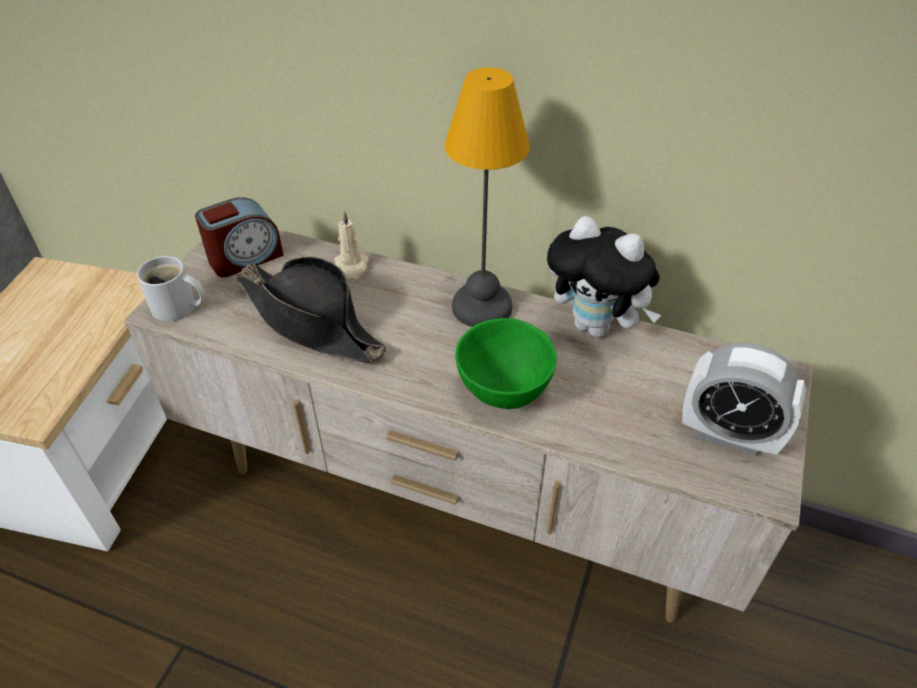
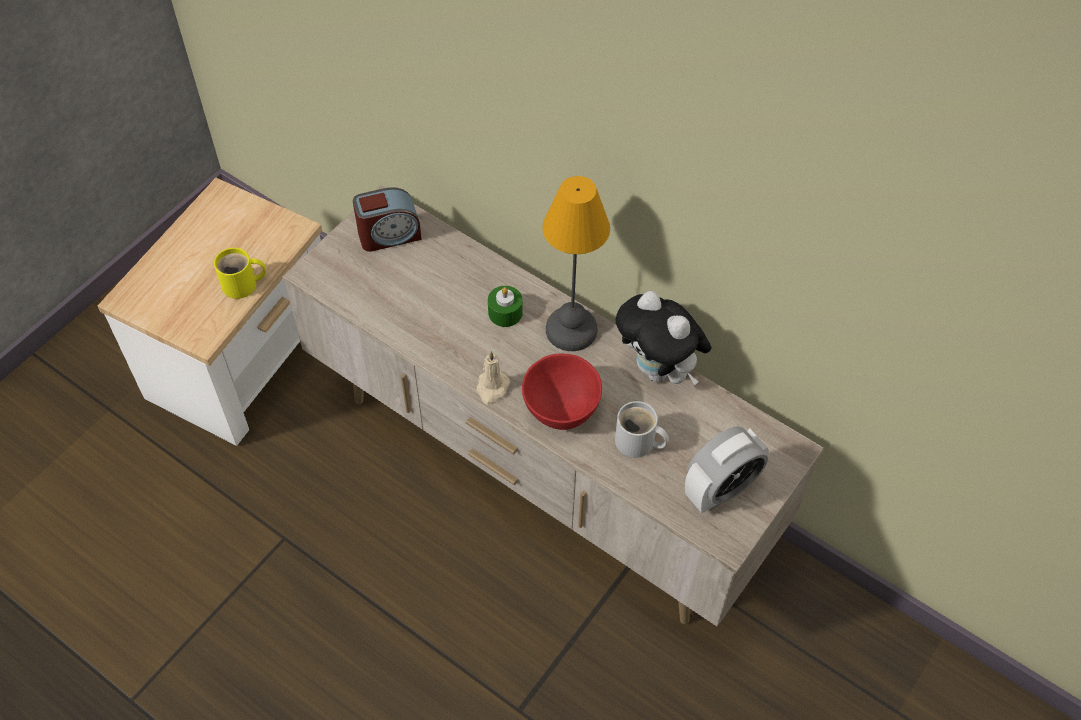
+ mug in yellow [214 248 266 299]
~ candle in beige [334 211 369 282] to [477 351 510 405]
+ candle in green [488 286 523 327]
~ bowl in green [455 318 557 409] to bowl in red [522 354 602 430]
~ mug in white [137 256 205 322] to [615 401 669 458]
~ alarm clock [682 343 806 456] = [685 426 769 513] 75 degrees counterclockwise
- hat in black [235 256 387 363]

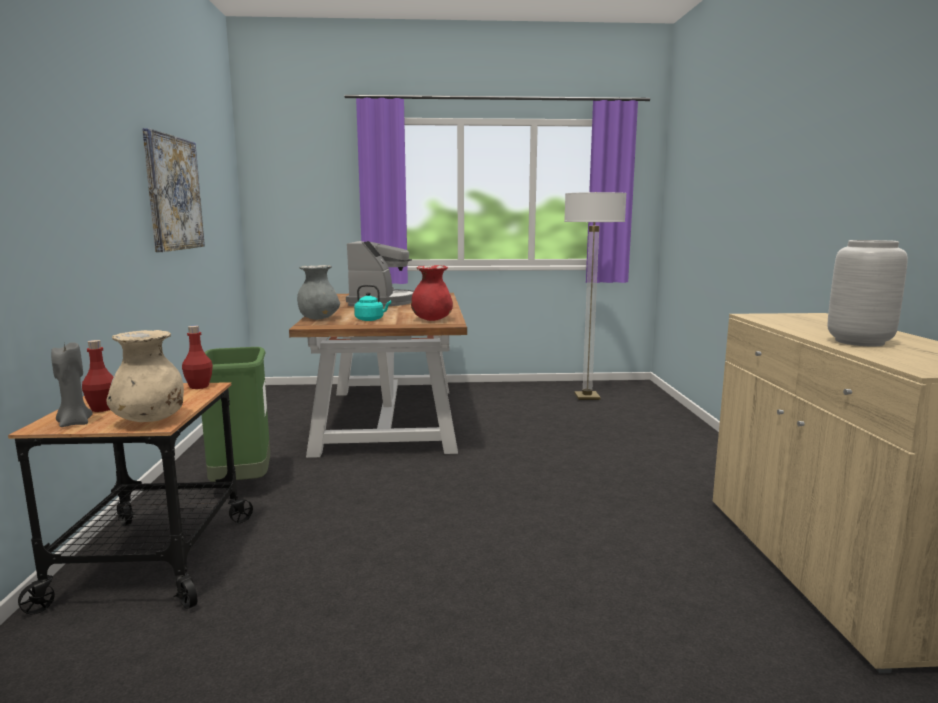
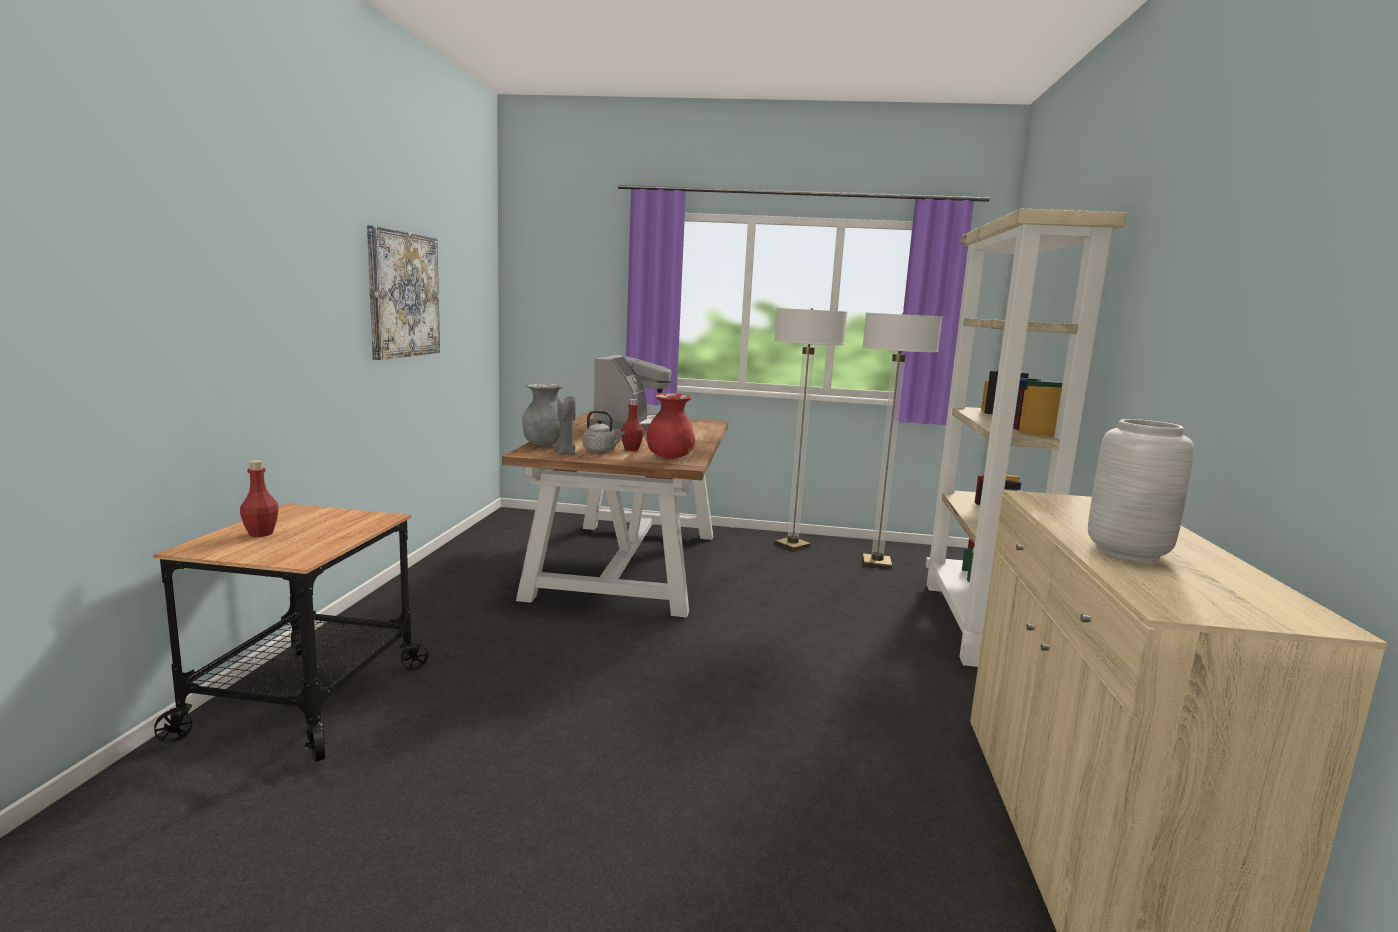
~ candle in grey [51 342 93 427] to [554 396 576 455]
~ kettle in turquoise [354 284 391 321] to kettle in grey [583 410 625 453]
~ bottle in red [182 326 213 389] to [621 399 644 451]
+ floor lamp [774 308 847 550]
+ bookcase in beige [926 209 1127 667]
- vase in beige [106 330 184 422]
- trash can in green [202 347 270 482]

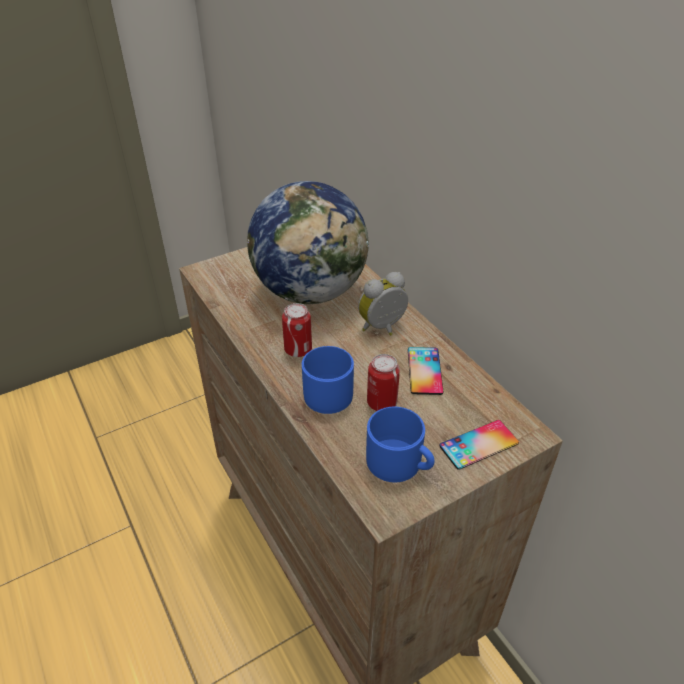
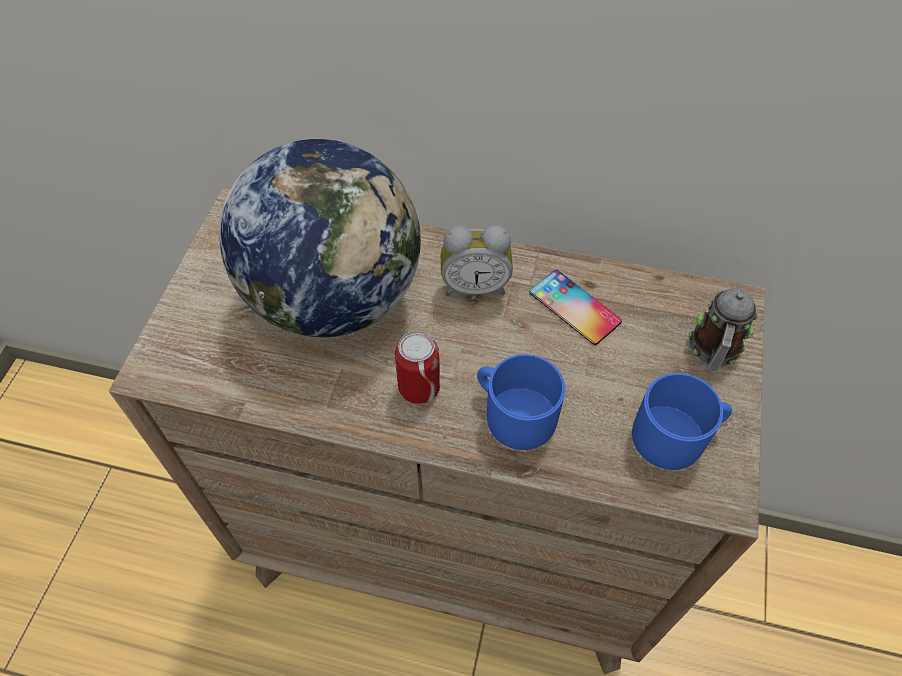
~ alarm clock [358 272 408 336] = [441 225 513 296] 105 degrees counterclockwise
~ phone [439 420 519 470] to mug [688 289 758 372]
- can [367 354 400 411]

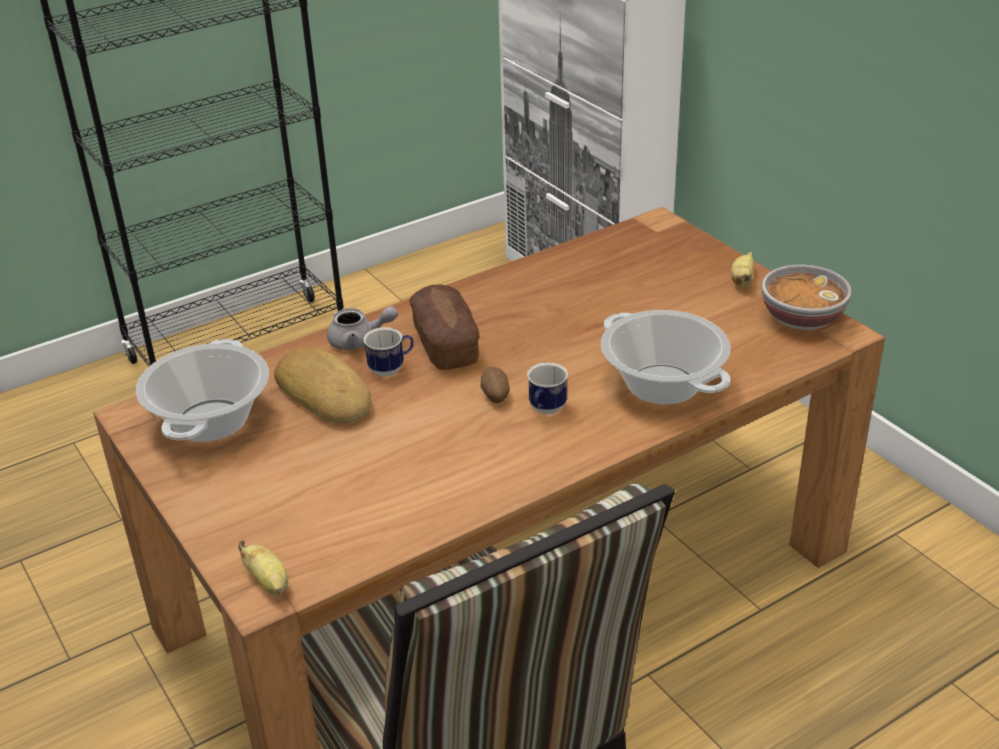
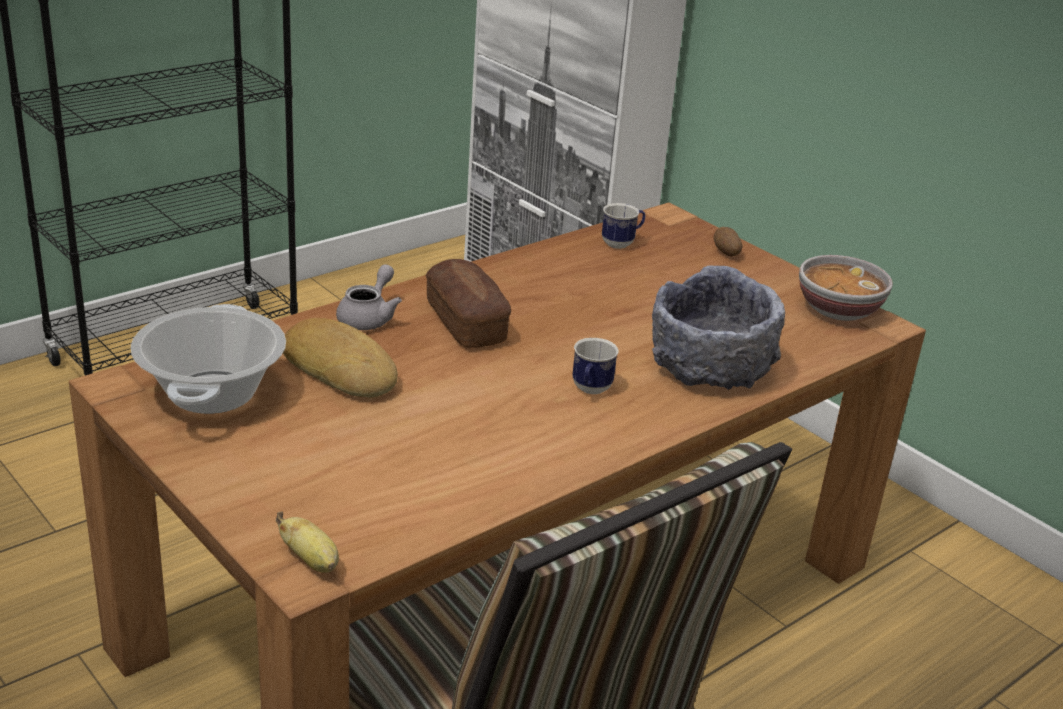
~ teapot in grey [327 306 398 350] = [336 264 402 330] 60 degrees counterclockwise
~ mug [363 327 413 377] to [602 203 646 249]
~ cooking pot [601 310 731 404] to bowl in grey [652 266 785 390]
~ potato [480 367 510 403] to [714 227 743 257]
- banana [731 252 754 287]

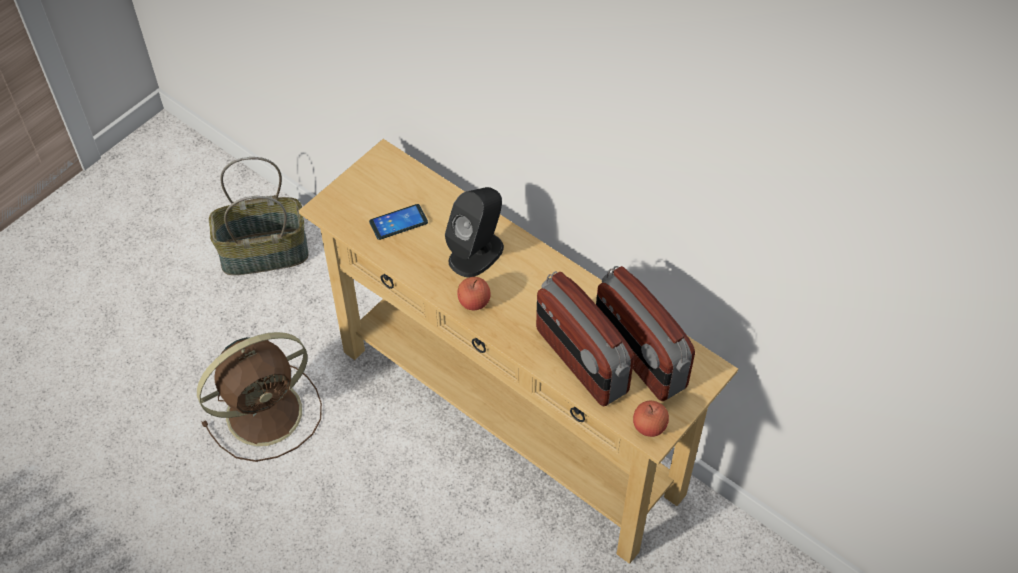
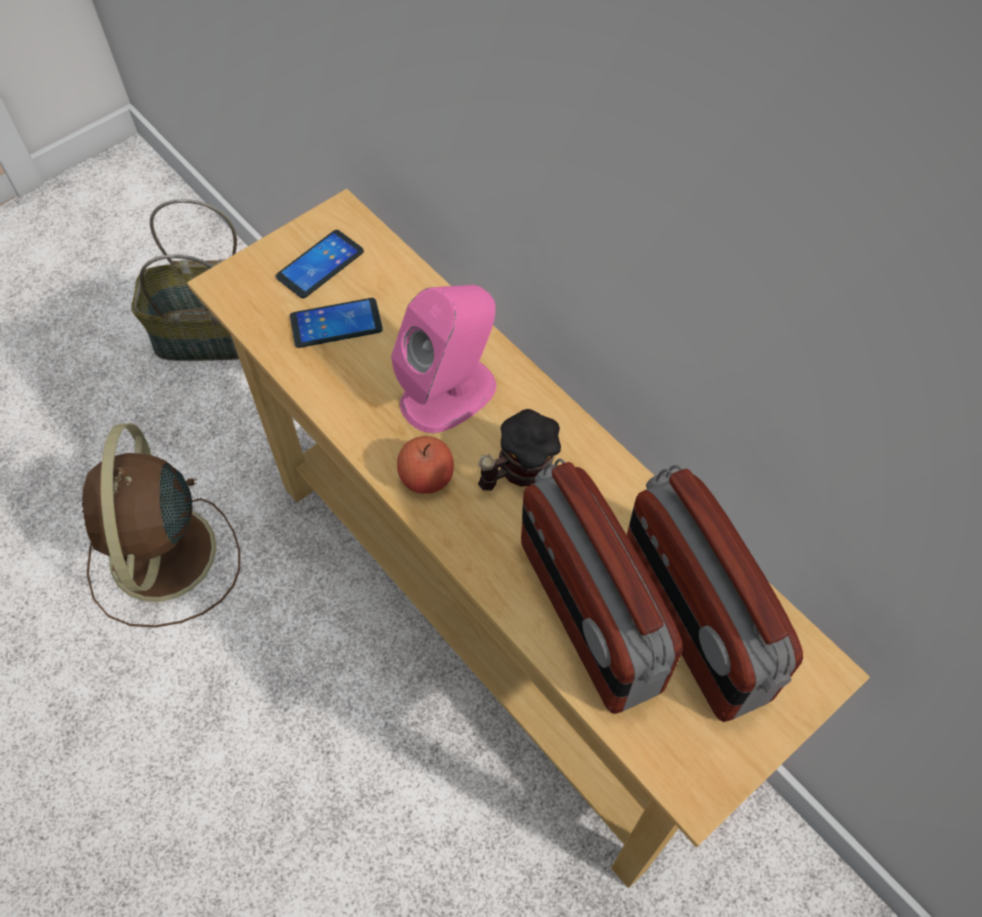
~ fan in brown [197 332 322 462] = [82 423 240 627] 105 degrees clockwise
+ phone [276 230 364 298]
~ speaker in black [445 187 504 277] to speaker in pink [391 285 496 433]
+ mug [478 409 561 490]
- apple [633 401 669 437]

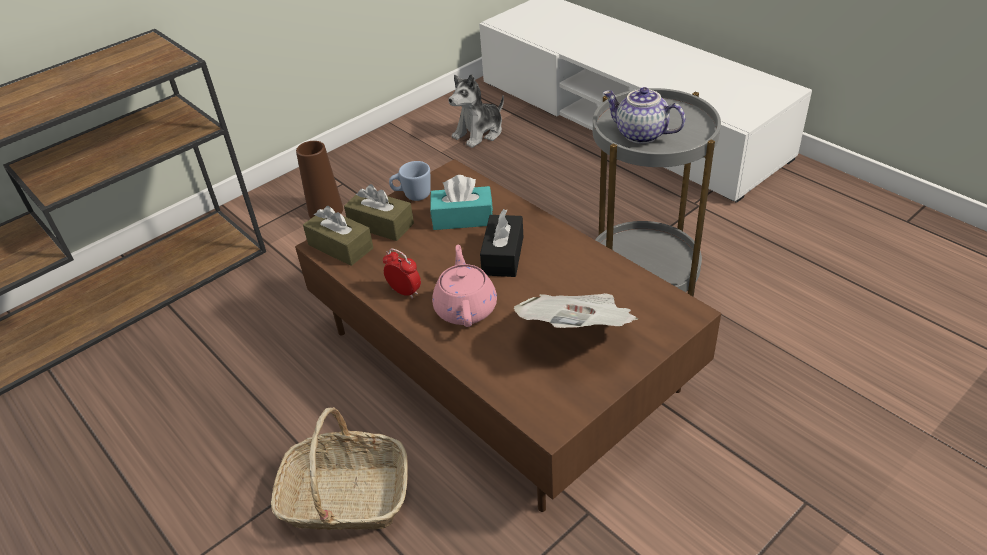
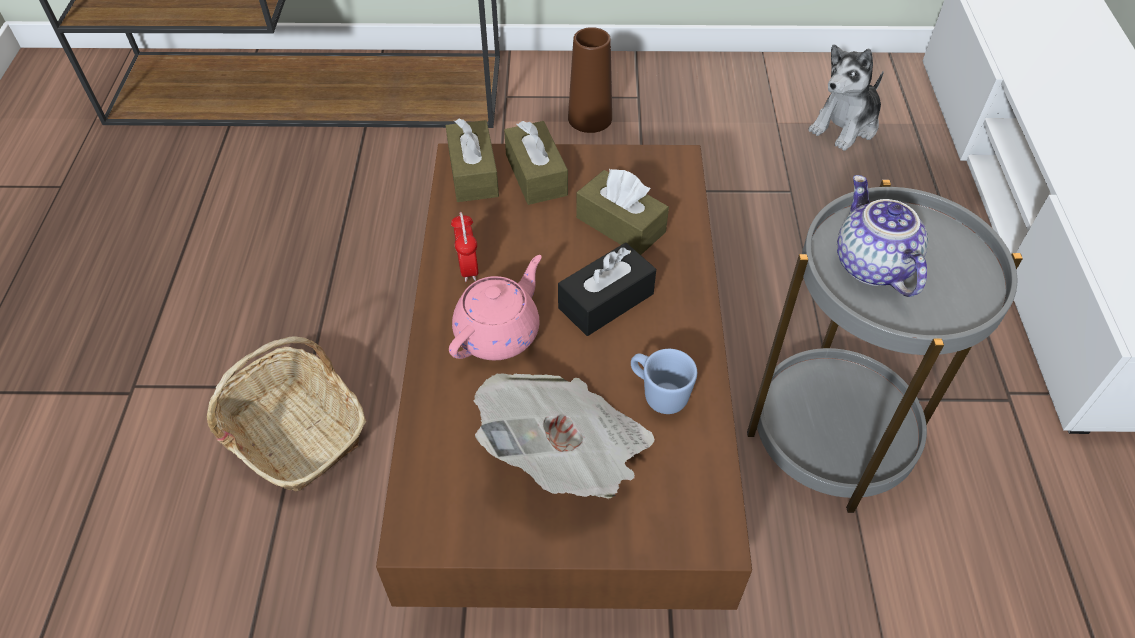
~ tissue box in turquoise [430 175 493 230] to tissue box in brown [576 169 669 255]
~ mug in blue [389 161 431 201] to [631 349 697 414]
~ plush toy [448 74 504 148] = [808 45 884 151] 45 degrees counterclockwise

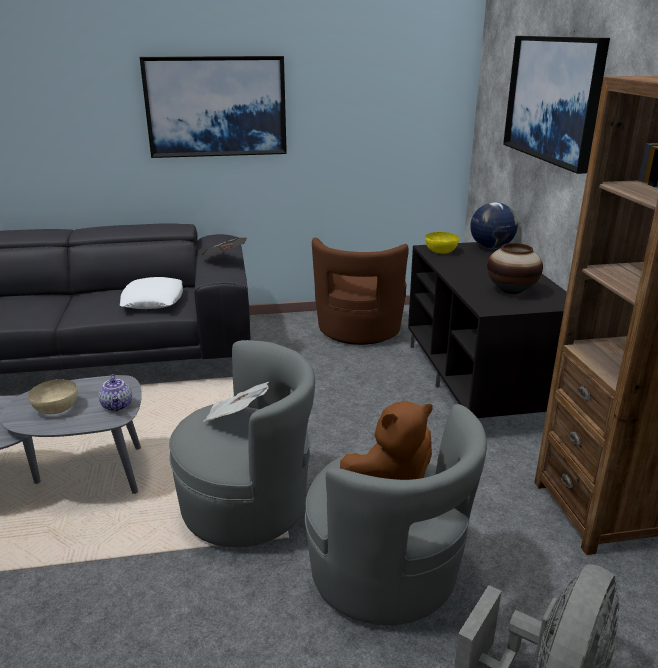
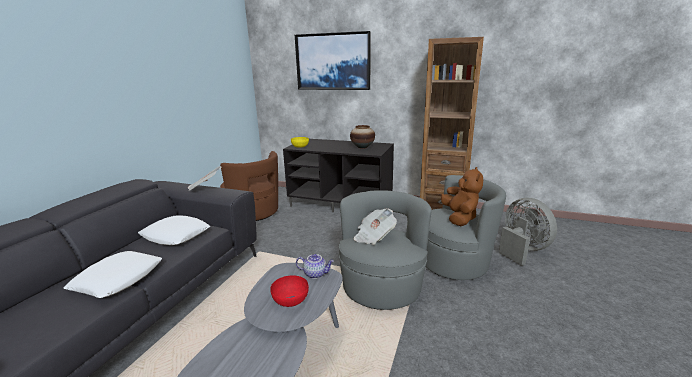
+ pillow in white [64 251 162 298]
~ bowl in beige [28 379 78 414] to bowl in red [270 276 309 307]
- picture [140 56 287 158]
- globe [470 202 518 249]

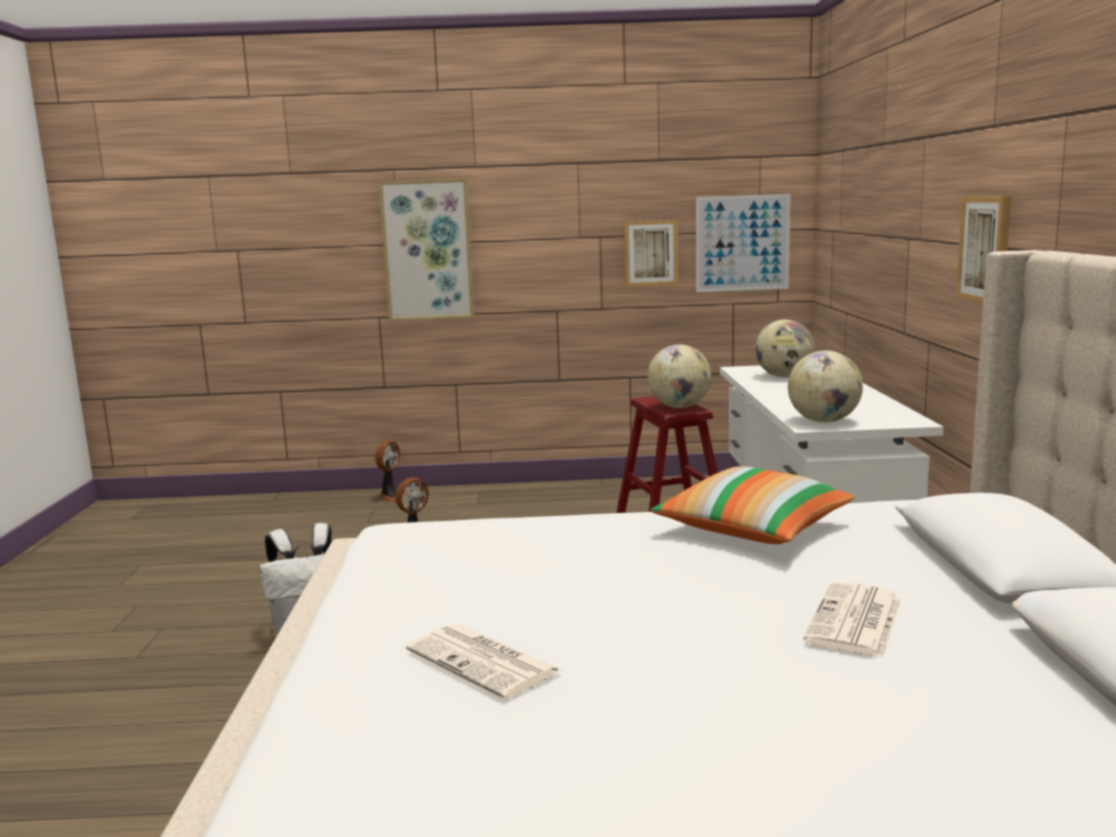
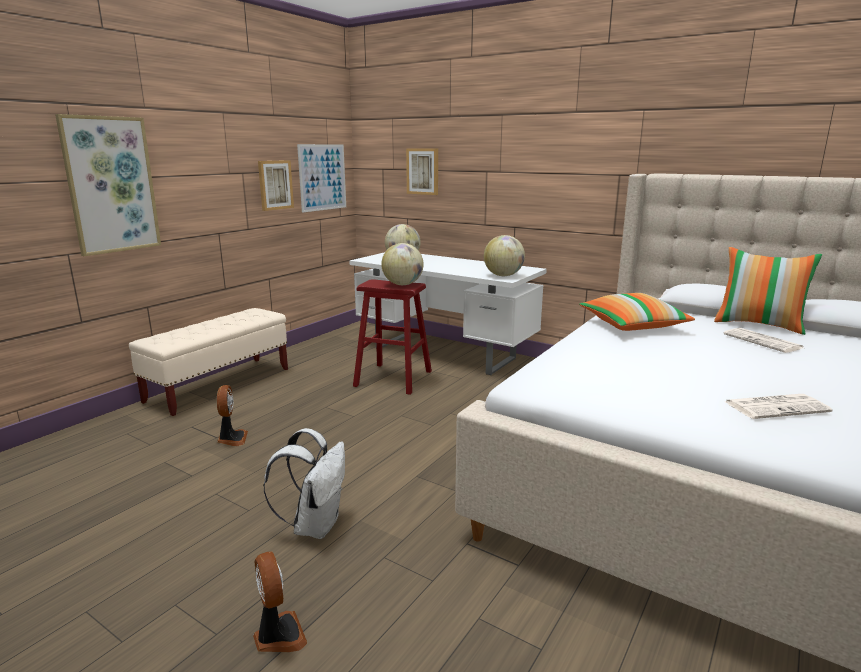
+ bench in beige [129 308 288 416]
~ fan [375 440 410 502] to [253 551 307 652]
~ picture [956 196 1011 303] to [406 149 438 195]
+ pillow [714 247 822 335]

